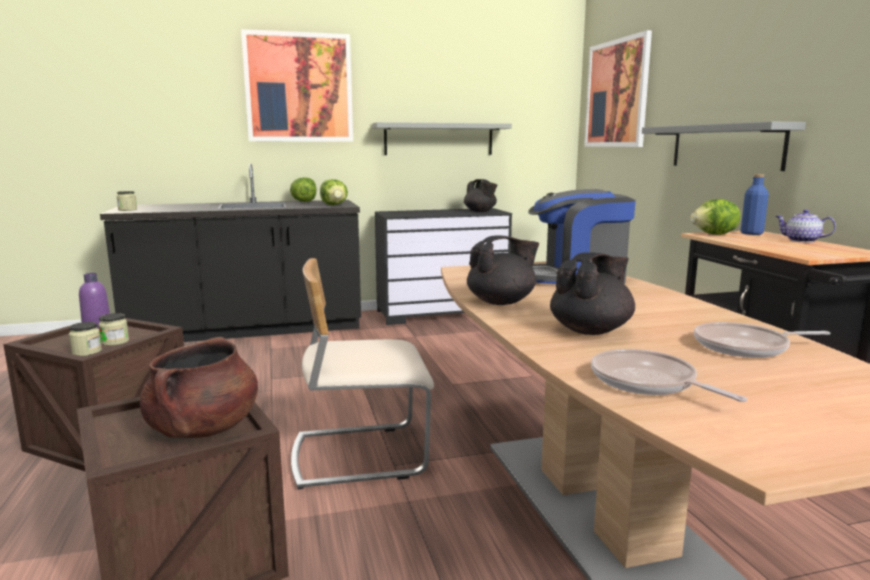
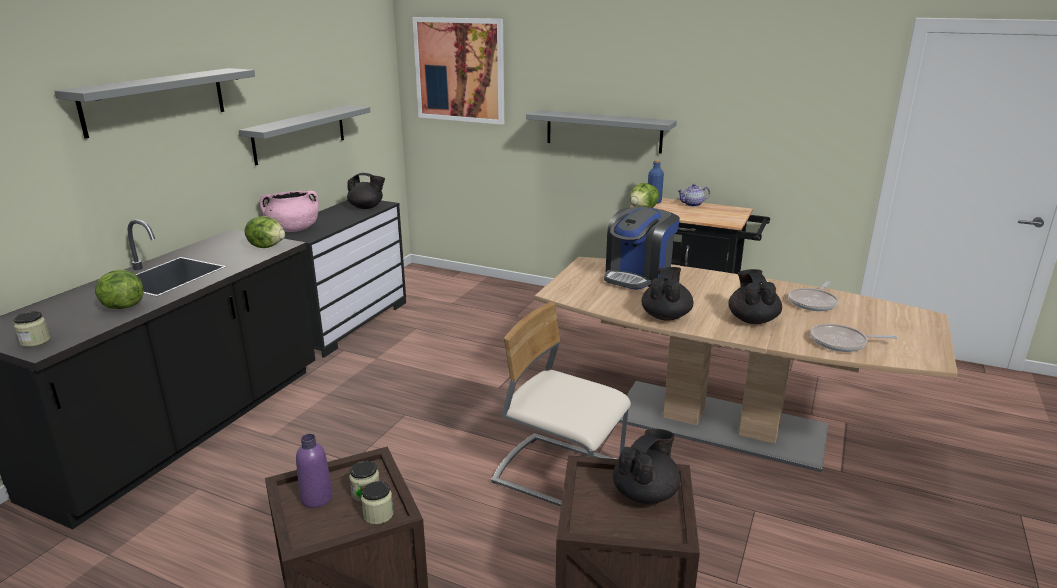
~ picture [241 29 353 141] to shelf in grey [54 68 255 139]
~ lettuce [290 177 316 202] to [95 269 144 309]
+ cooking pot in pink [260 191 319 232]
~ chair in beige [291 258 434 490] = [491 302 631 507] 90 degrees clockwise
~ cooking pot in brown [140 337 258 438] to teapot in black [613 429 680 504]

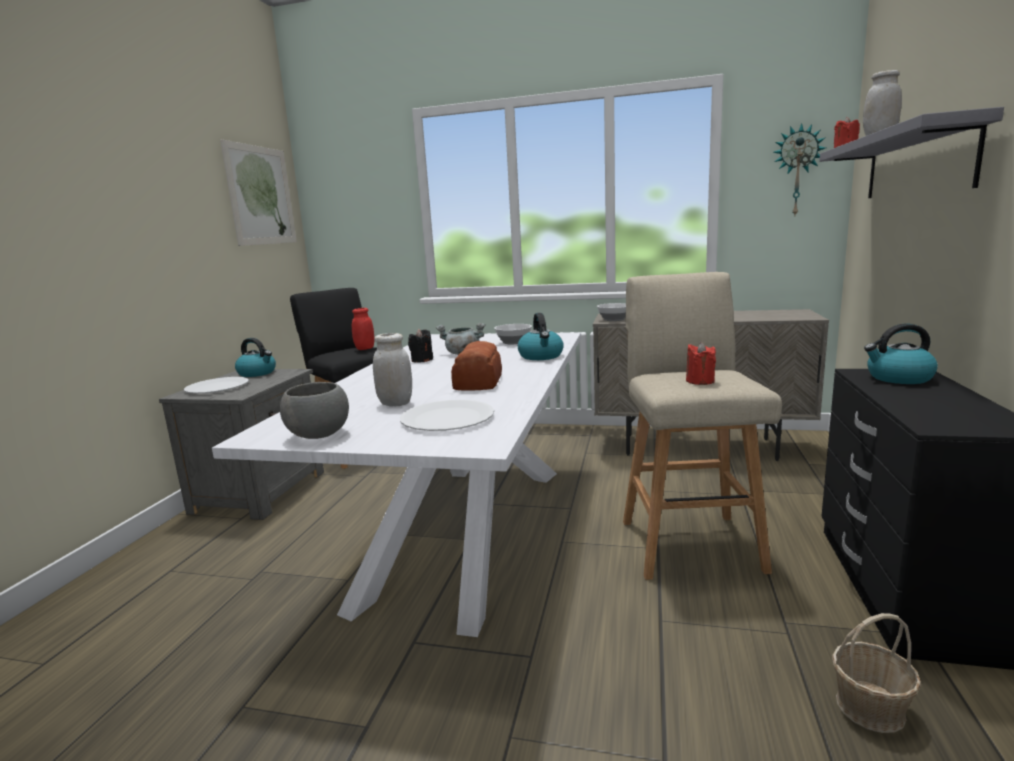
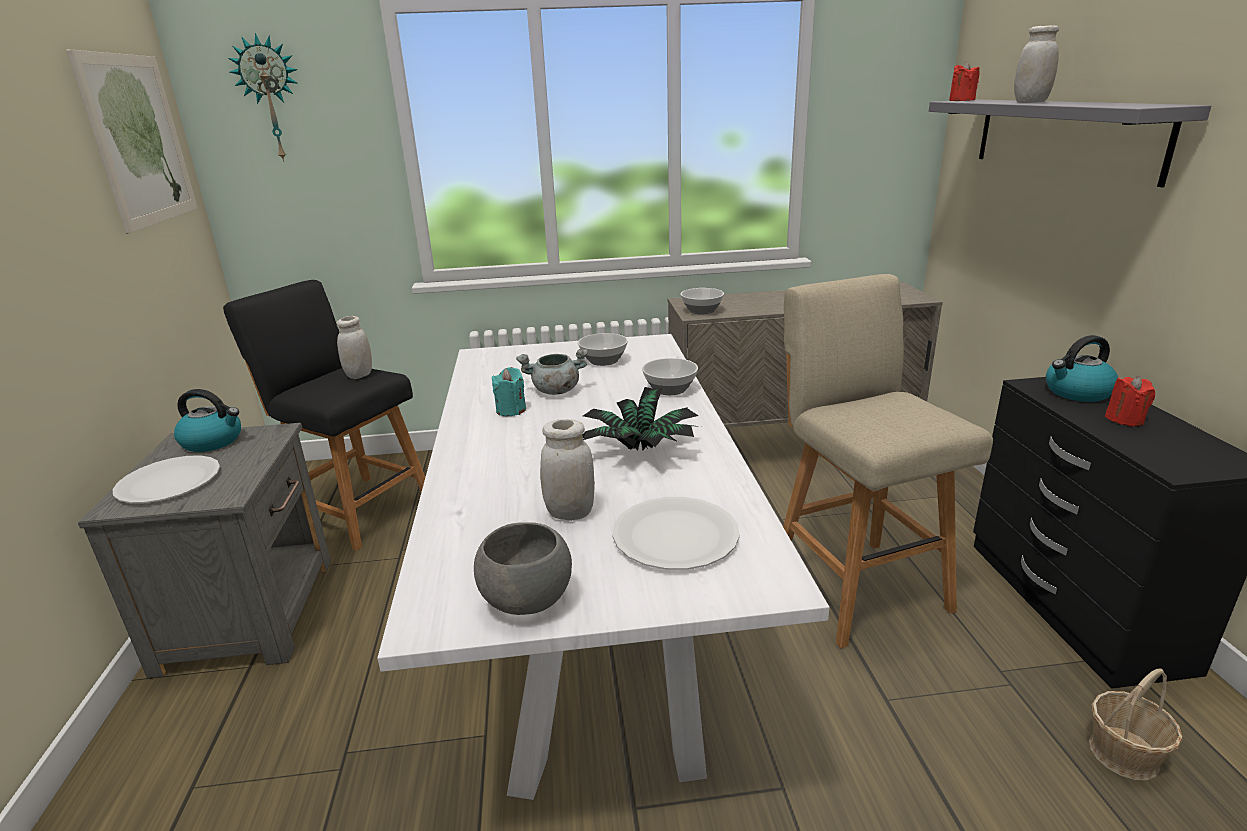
~ wall clock [774 123 826 215] to [228 33 298 162]
~ jar in red [352 308 374 350] to jar in white [337 316 372 379]
~ candle in black [408 329 433 363] to candle in turquoise [491 367 526 416]
~ bread [451 341 502 391] to potted plant [583 387 701 451]
~ kettle [518 313 564 360] to bowl [642 358 698 395]
~ candle in red [686 342 716 385] to [1105 376 1155 427]

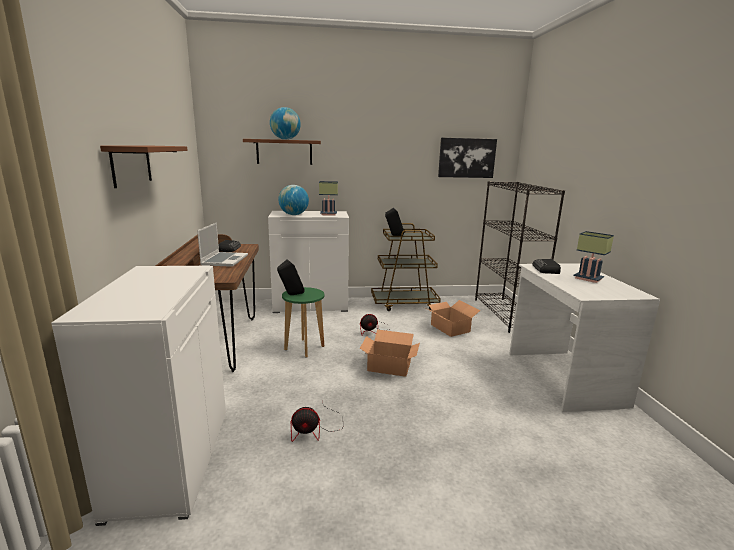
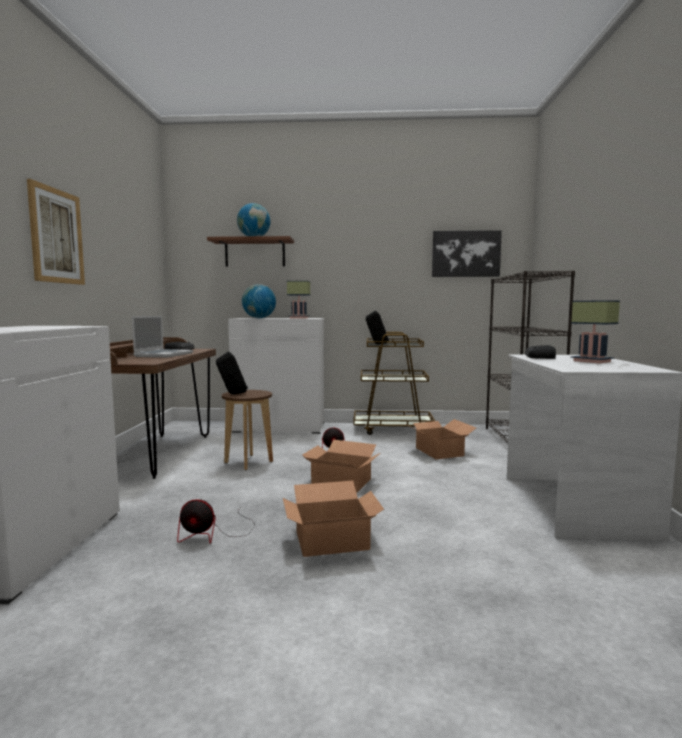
~ shelf in brown [100 146 188 188] to picture [27 179 85 285]
~ stool in green [282 287 325 357] to stool in brown [222 390 273 470]
+ cardboard box [283 481 384 557]

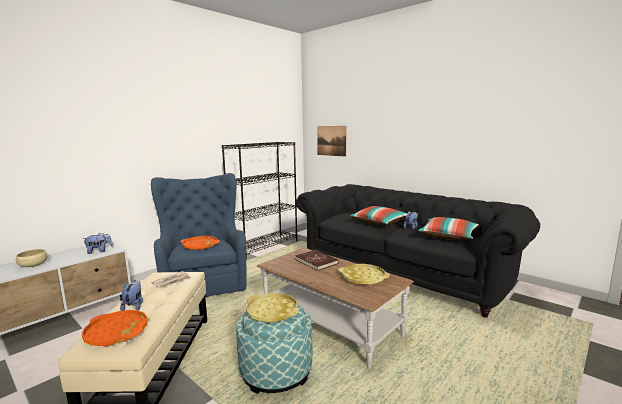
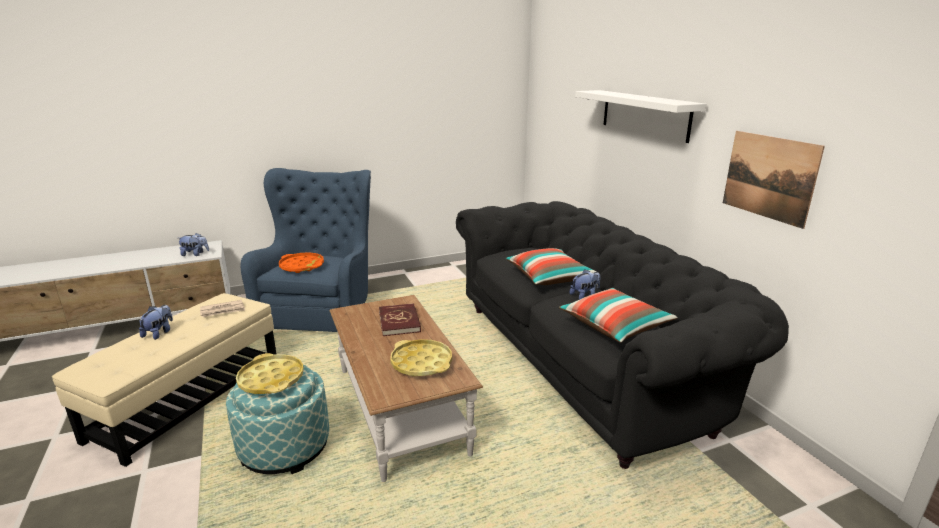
+ shelf in white [575 90 706 143]
~ picture [317 126 346 157] to [723 131 825 229]
- bowl in beige [16 249 48 267]
- tray in orange [82 310 148 347]
- bookcase in black [222 142 297 259]

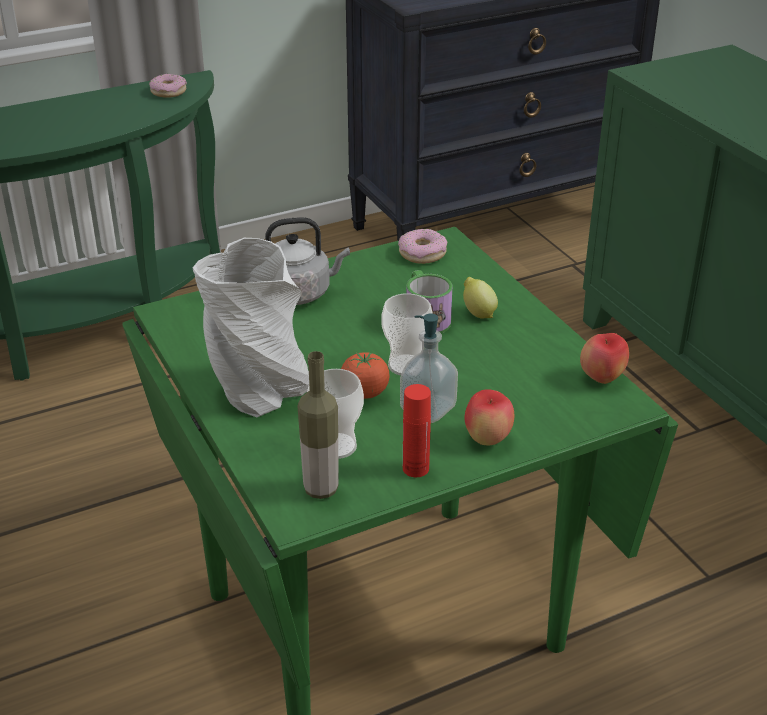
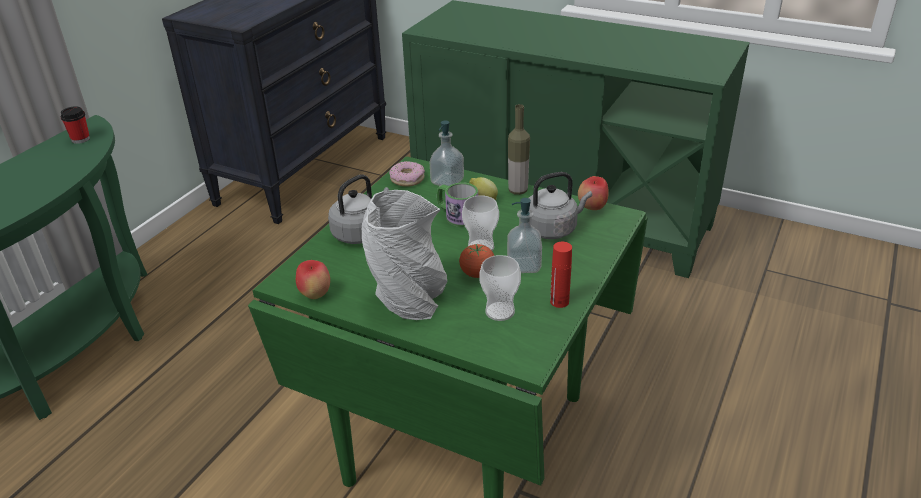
~ donut [149 74 187 98] to cup [61 106 90 144]
~ apple [465 389 514 445] to [296 260 330 299]
+ soap dispenser [429 120 464 186]
~ bottle [297 351 339 499] to [508 104 530 195]
+ kettle in grey [529 172 592 239]

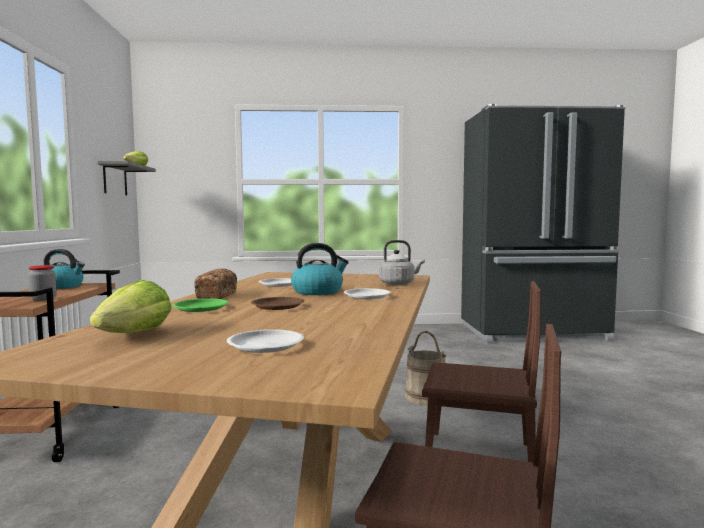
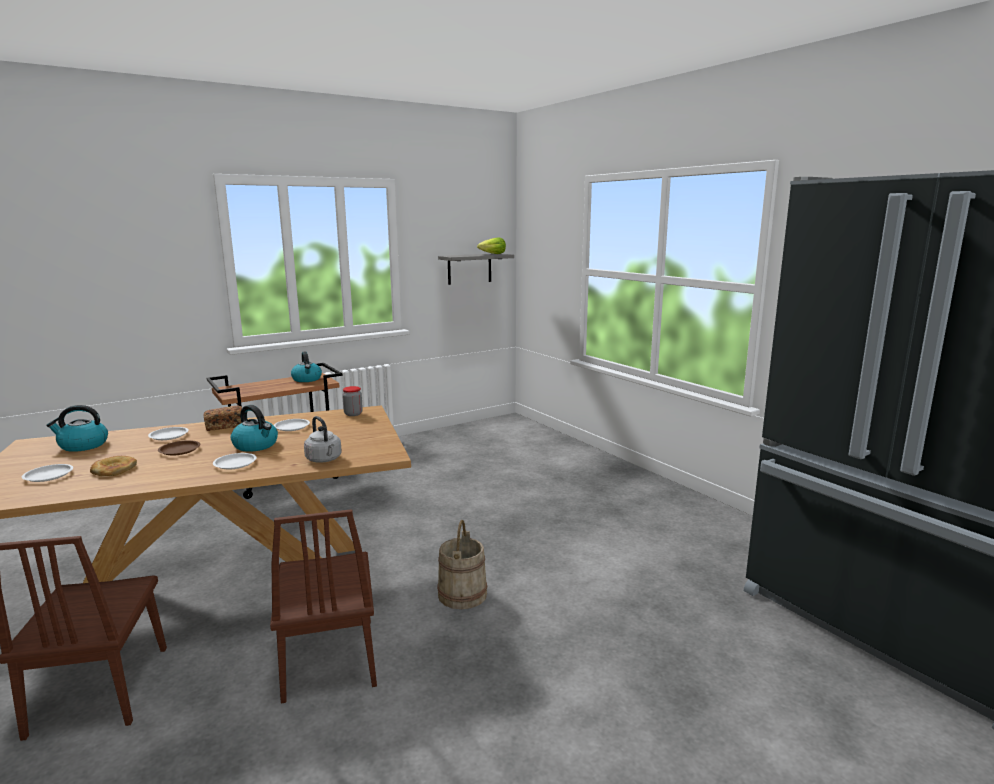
~ lettuce [90 280 172 333] to kettle [46 405 108 452]
+ bread [90 456 137 476]
~ plate in green [172 299 229 312] to plate in white [148 427 189 440]
~ jar [28 265 57 301] to [342 386 363 416]

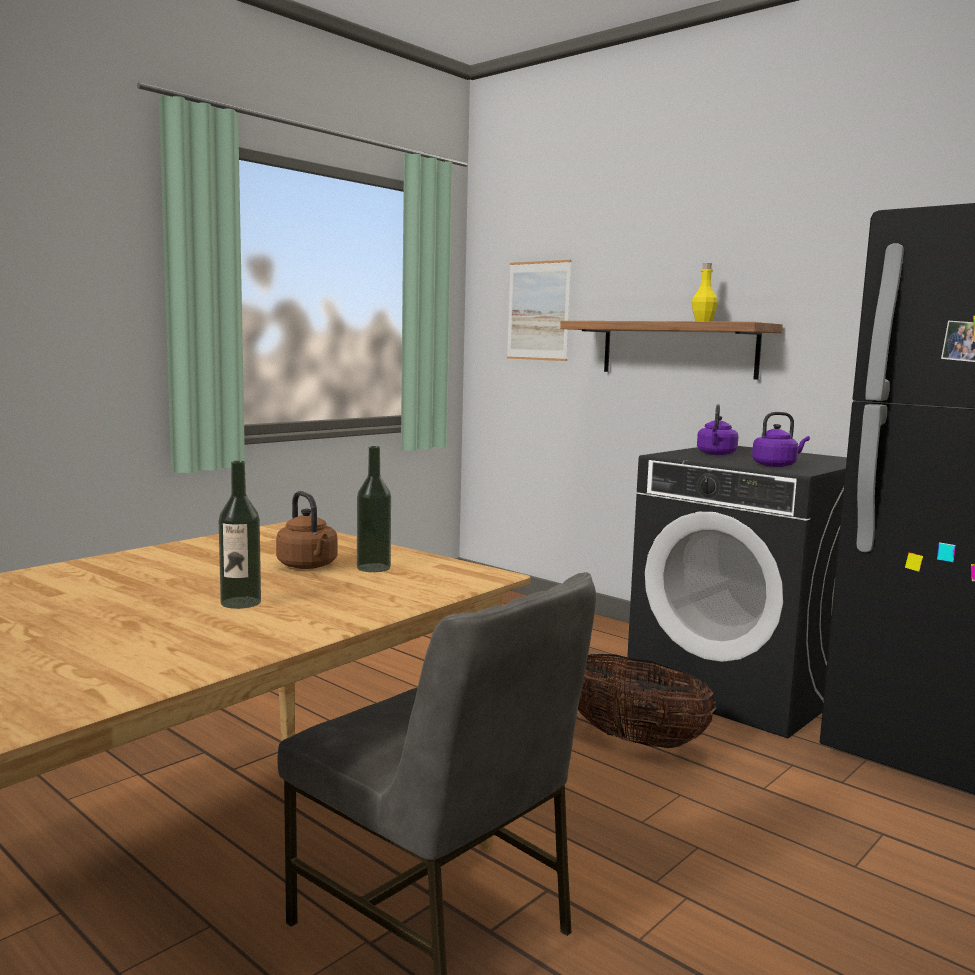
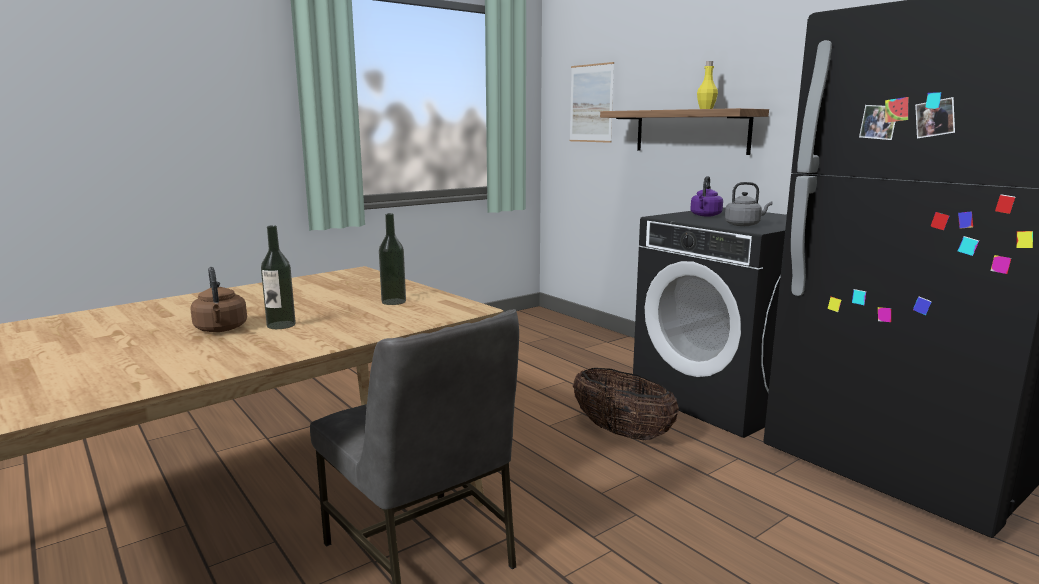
~ kettle in brown [276 491 337 569] to [190 267 247 332]
~ kettle in purple [752 412 810 467] to kettle in grey [725 182 773 226]

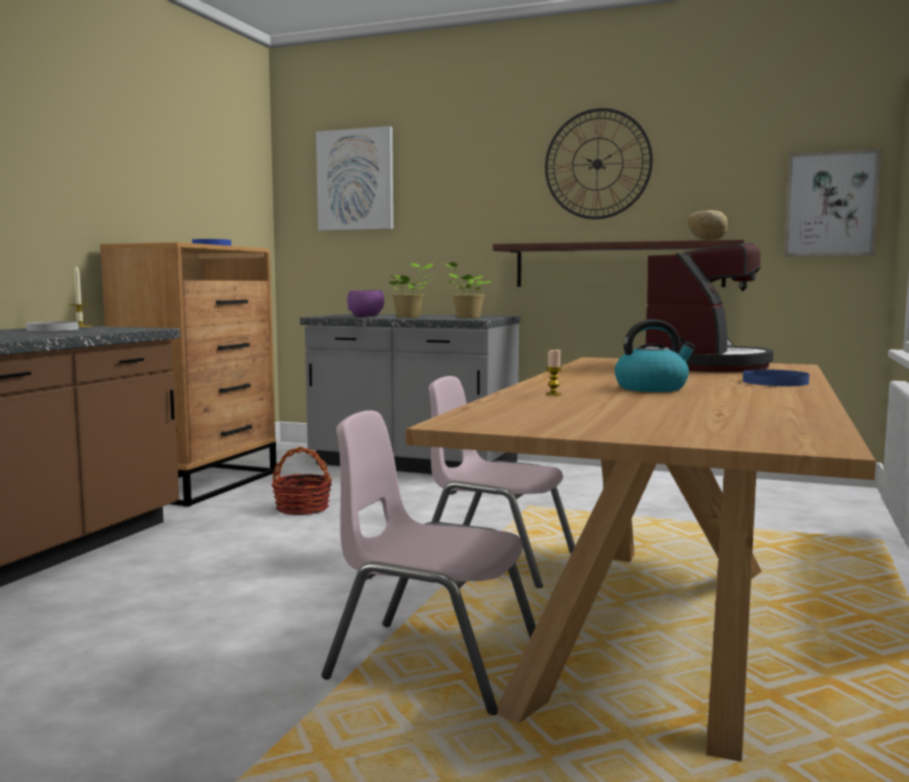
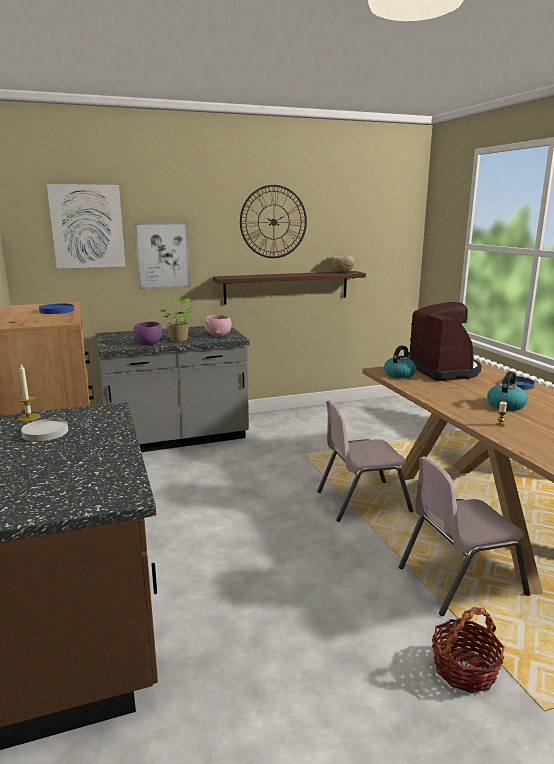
~ picture [784 149 882 257] to [134 222 191 290]
~ potted plant [443 262 492 318] to bowl in pink [204 315 232 337]
+ kettle [384 345 416 378]
~ basket [272 447 332 515] to [432 607 505 693]

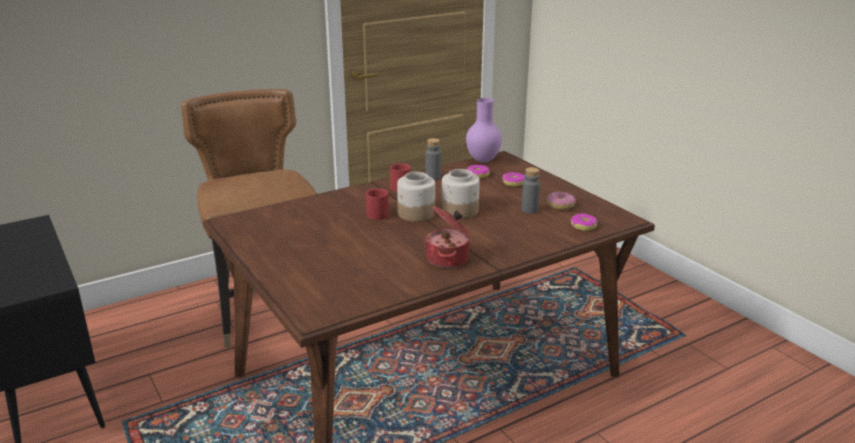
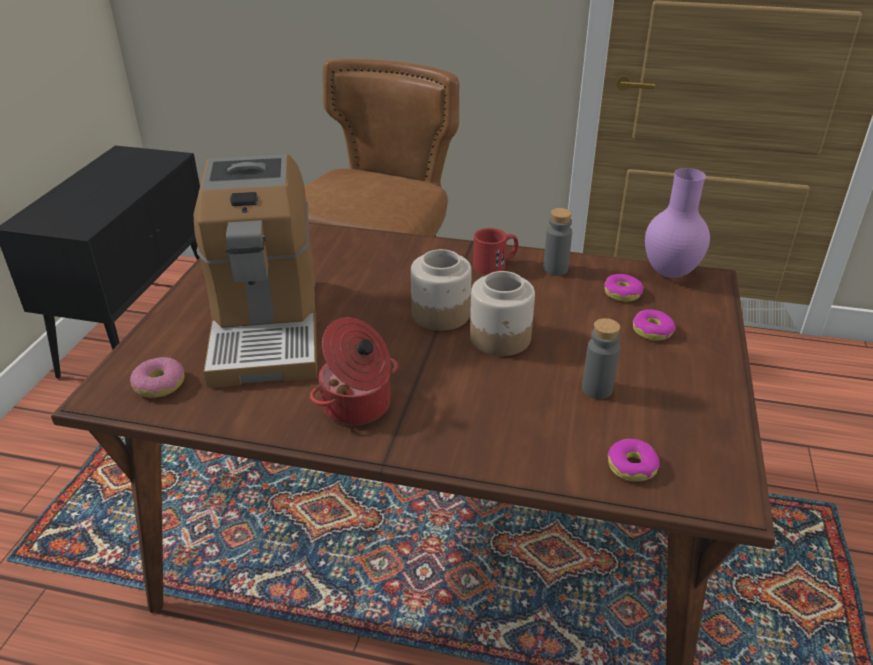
~ donut [547 191 576 210] to [130 357 184 398]
+ coffee machine [193 154 317 388]
- mug in red [366 188 389 220]

